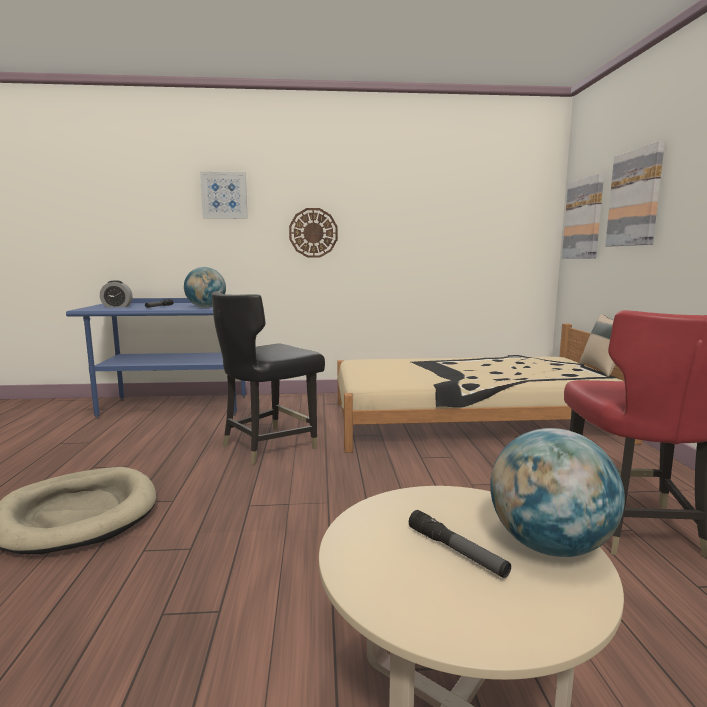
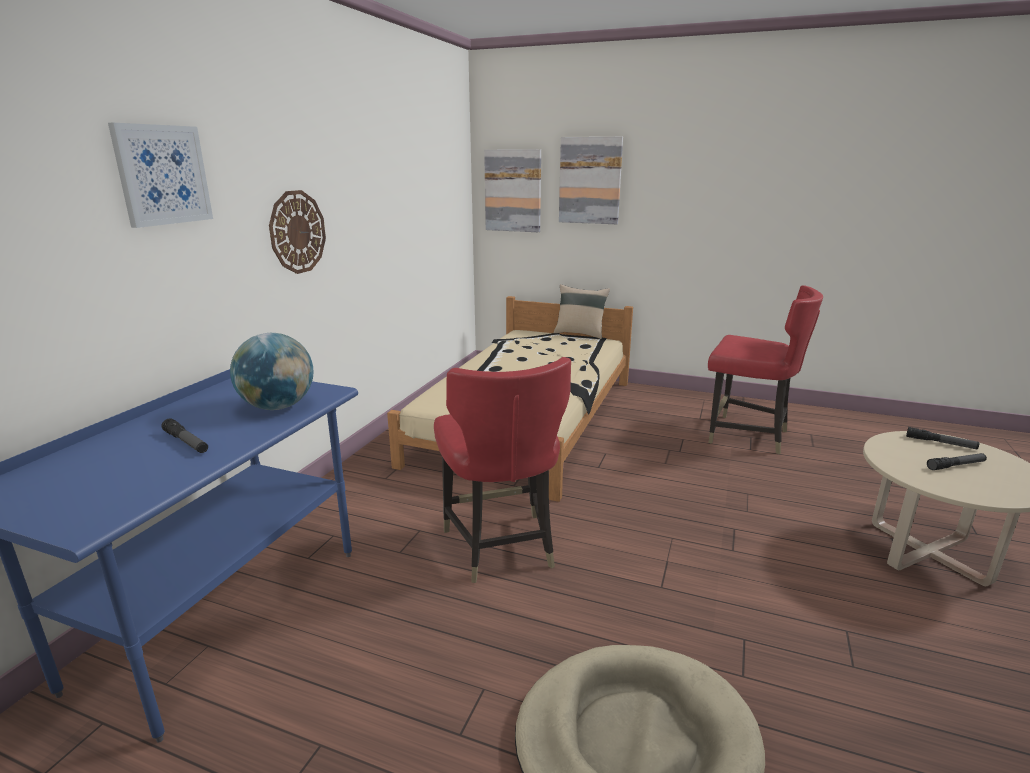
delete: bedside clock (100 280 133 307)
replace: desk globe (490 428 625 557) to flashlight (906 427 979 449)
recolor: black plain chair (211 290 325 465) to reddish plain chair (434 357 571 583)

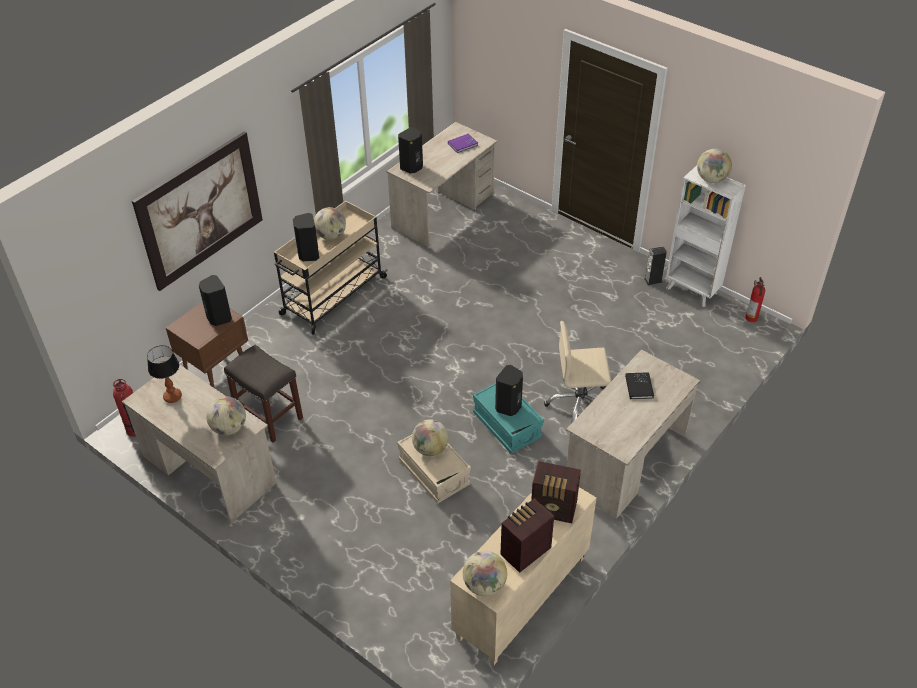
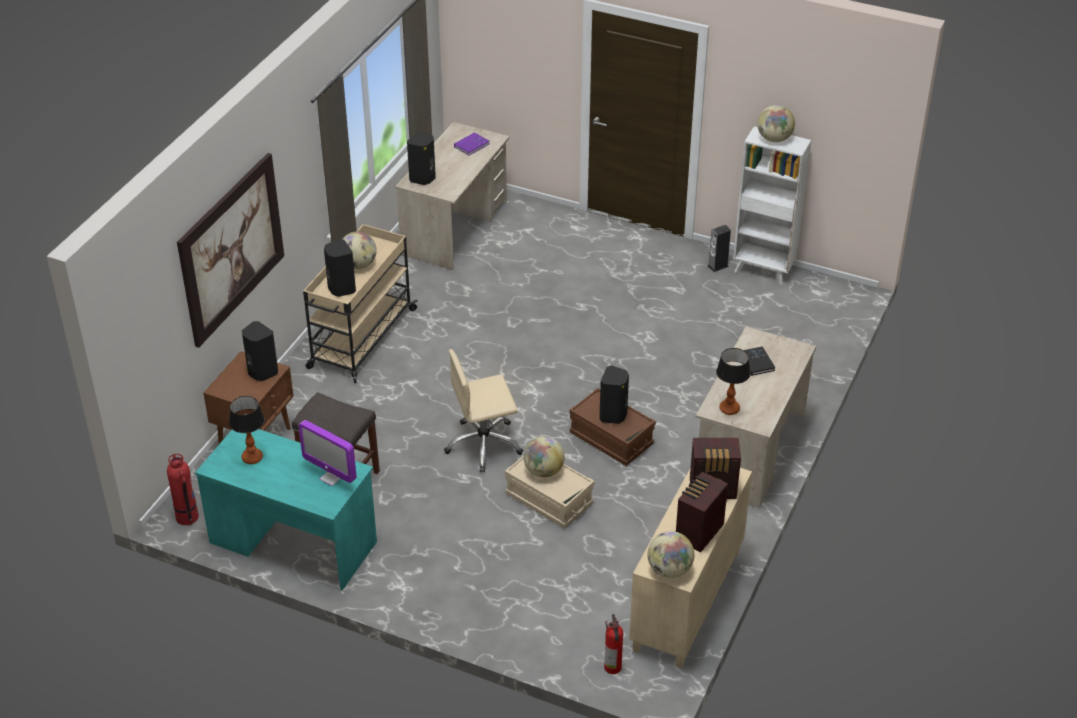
insert: lamp for a table (716 348 750 415)
move: fire extinguisher (746 277 765 322) to (604 614 623 674); beige-coloured computer chair (544 321 611 424) to (444 349 523 472)
replace: desk globe (206 397 246 435) to computer screen (298 420 357 486)
recolor: beige-coloured desk unit (122 364 276 523) to turquoise desk unit (195 429 377 590); turquoise storage container (473 383 544 454) to brown-coloured storage container (570 388 656 466)

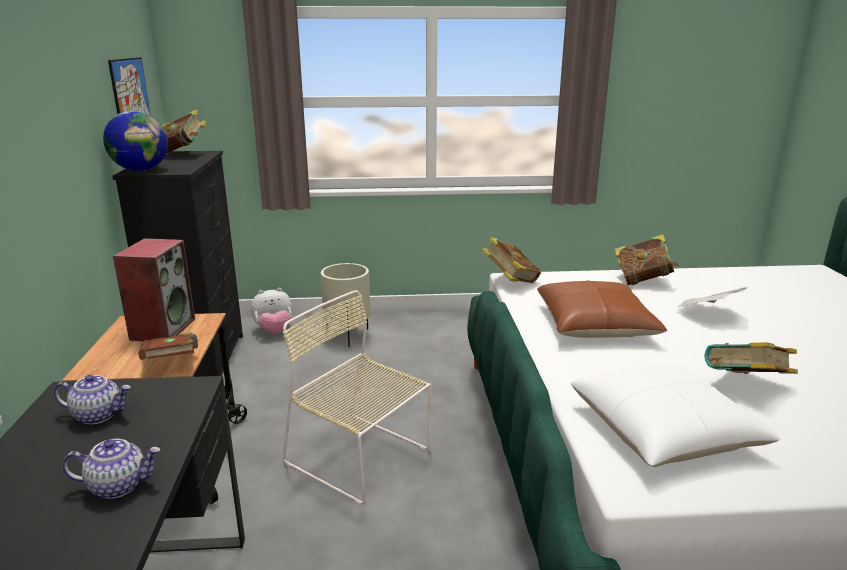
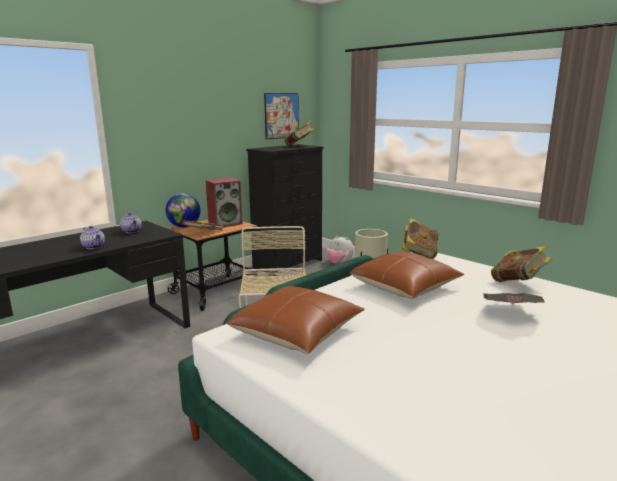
delete: volume (704 342 798 374)
move: desk globe (103 111 168 171) to (165 194 200 227)
recolor: white throw pillow (570 364 781 467) to brown-coloured throw pillow (226 286 365 354)

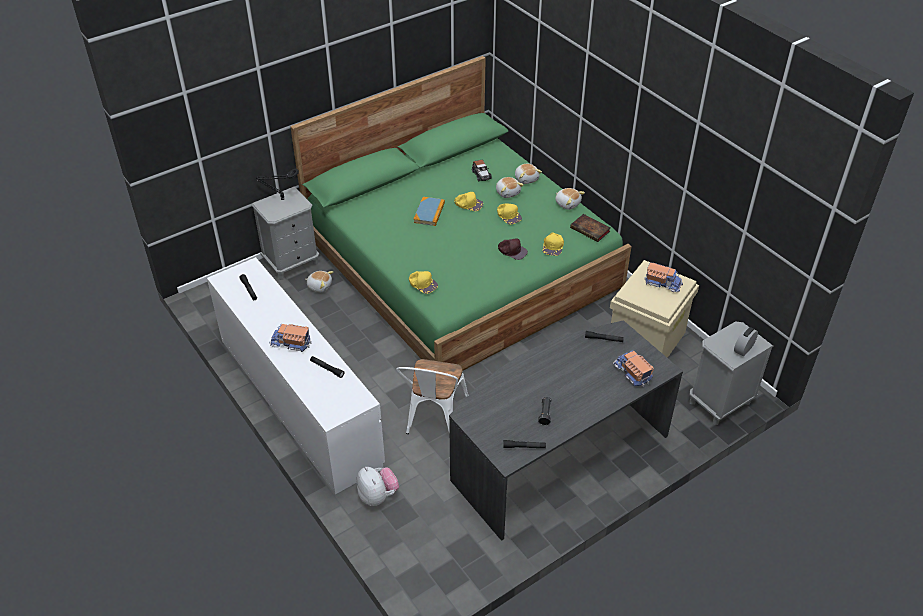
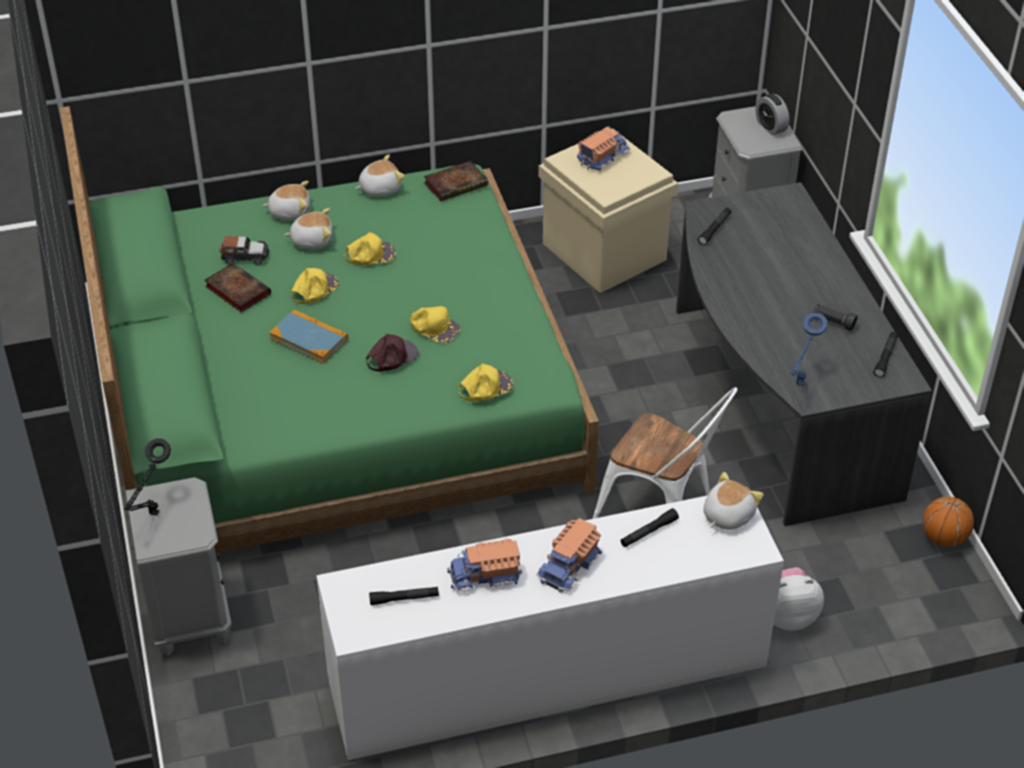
insert: volume (204 262 271 312); bluish lamp for a table (790 313 827 386); ball for basketball (923 497 974 547)
move: yellow cap (543 232 564 256) to (410 306 460 343); brown-coloured cap (498 238 528 260) to (366 334 419 372); plush toy (305 271 333 292) to (704 472 764 530); toy lorry (613 350 654 387) to (447 539 522 592)

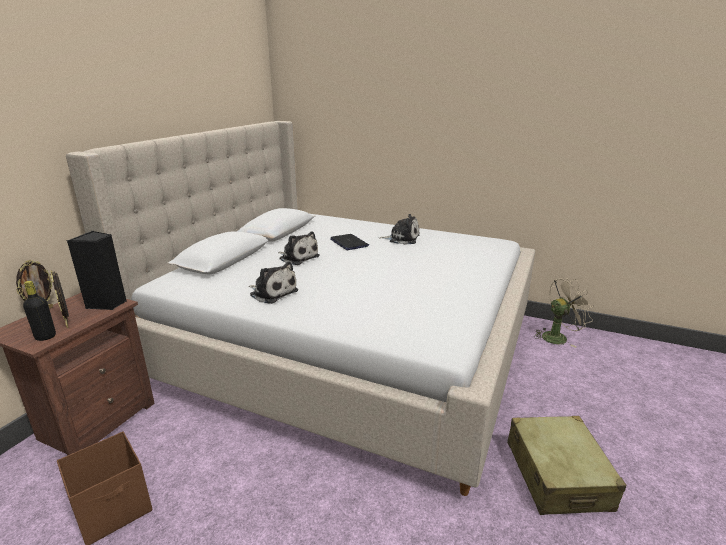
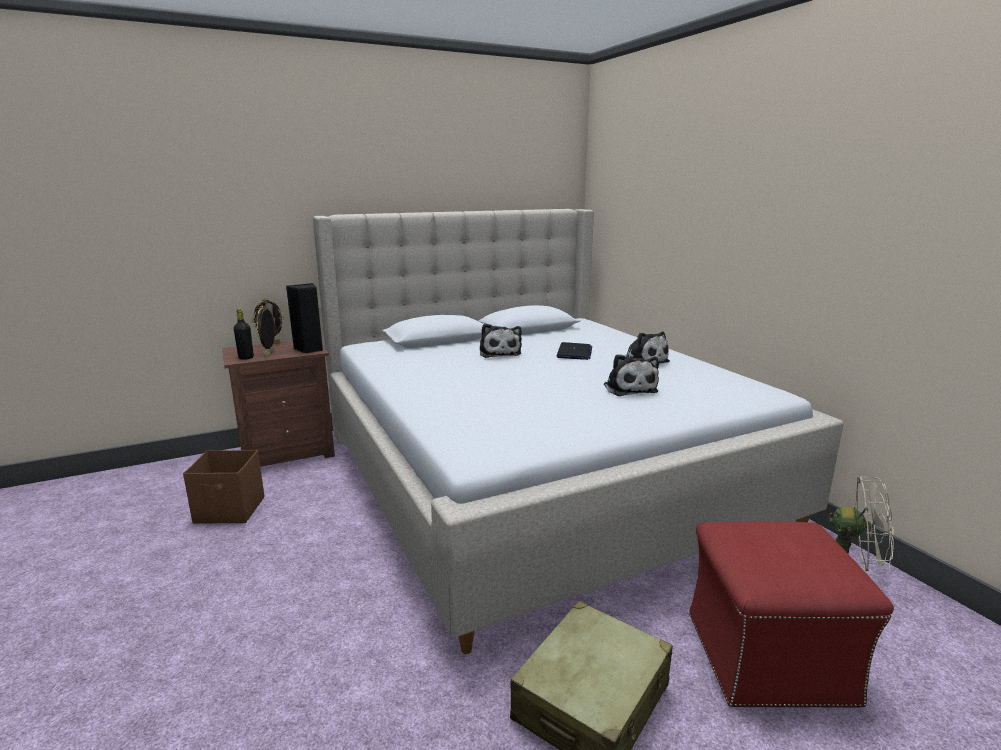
insert: reddish pouffe (689 521 894 708)
move: plush toy (249 261 298 304) to (604 355 659 396)

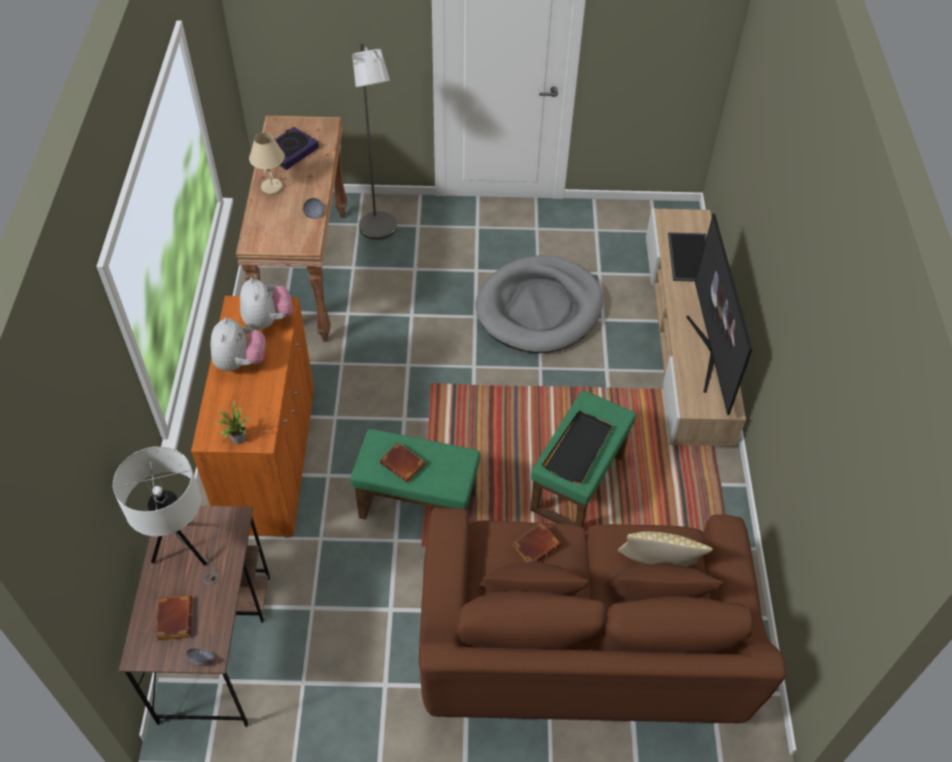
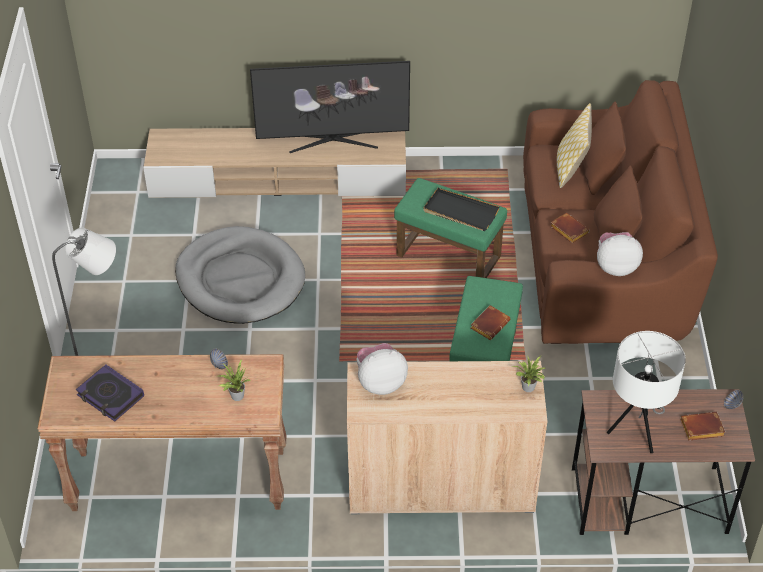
delete: beige-coloured lamp for a table (249 132 285 194); carrying tray (668 232 707 282)
insert: potted plant (218 359 251 401)
move: plush toy (211 317 266 371) to (597 232 643 276)
recolor: orange-coloured cupboard (191 296 314 538) to beige-coloured cupboard (347 361 548 514)

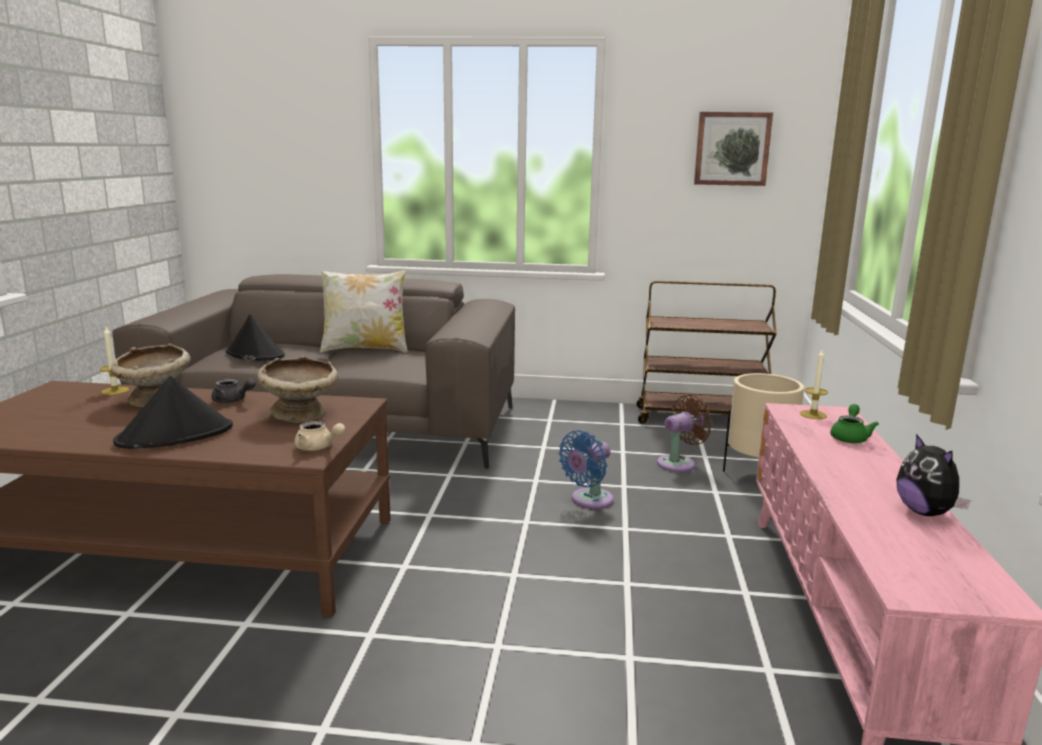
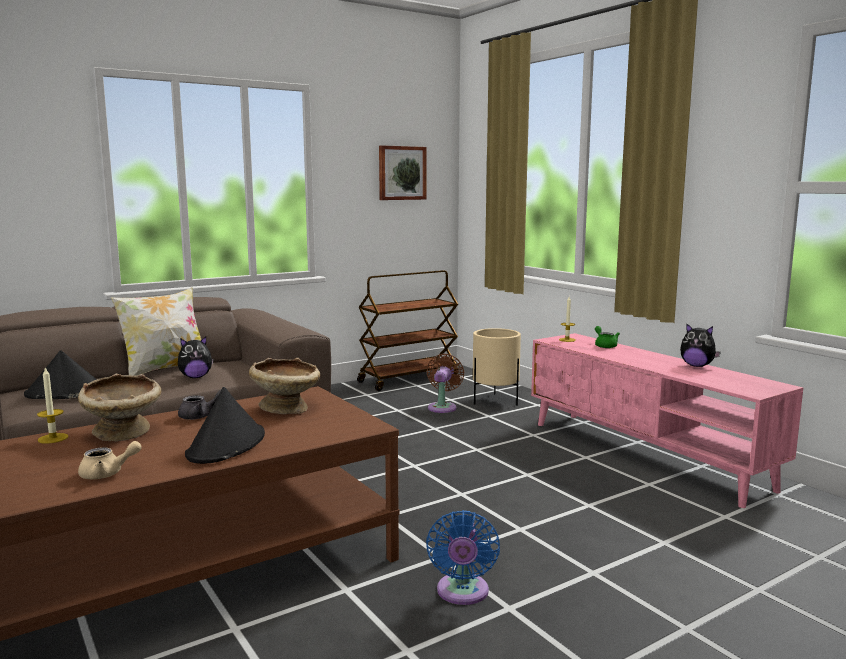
insert: plush toy (178 337 214 378)
move: beige-coloured tea pot (294 421 345 451) to (78 441 142 479); bluish fan (558 430 614 509) to (426 510 500 605)

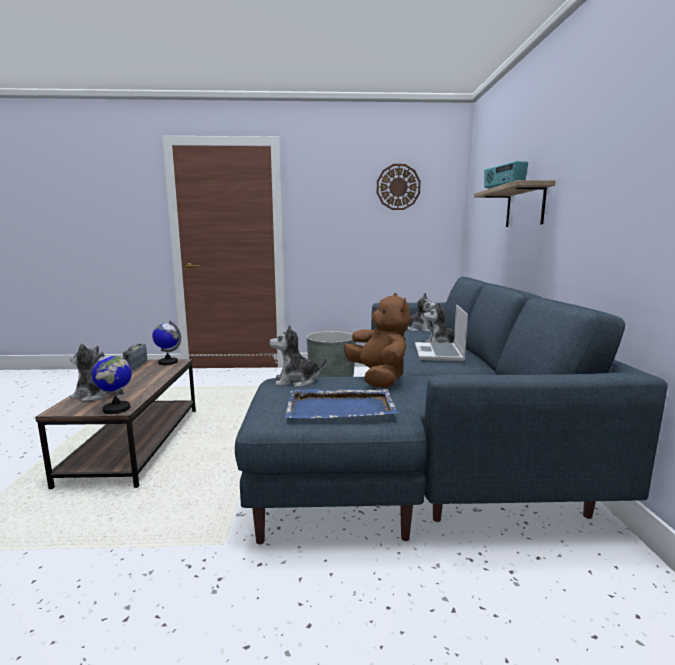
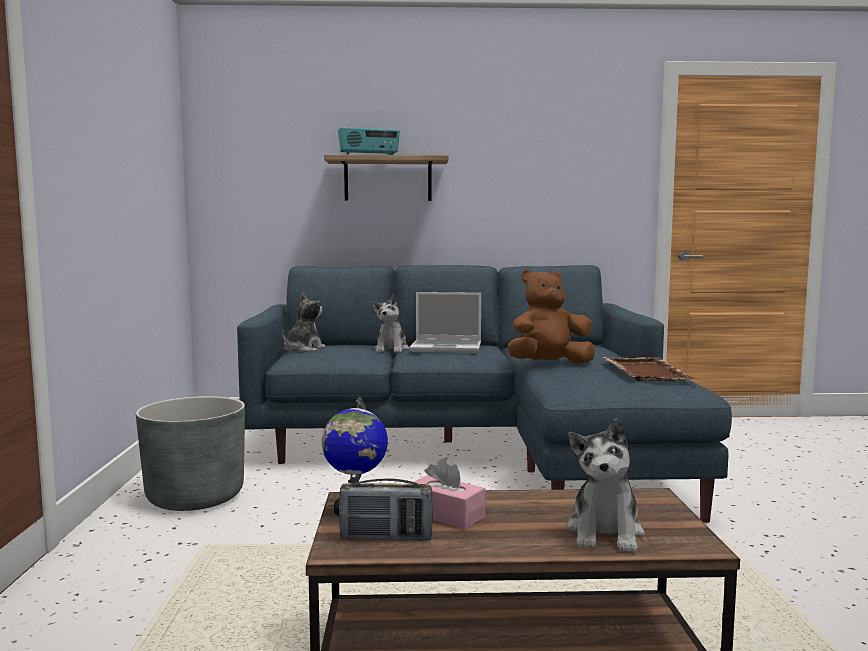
delete: hanging clock (377 164 421 210); plush toy (269 325 327 387); desk globe (91 352 132 414)
insert: pinkish tissue holder (414 458 485 529)
recolor: bluish carrying tray (285 389 398 418) to brown-coloured carrying tray (602 357 697 382)

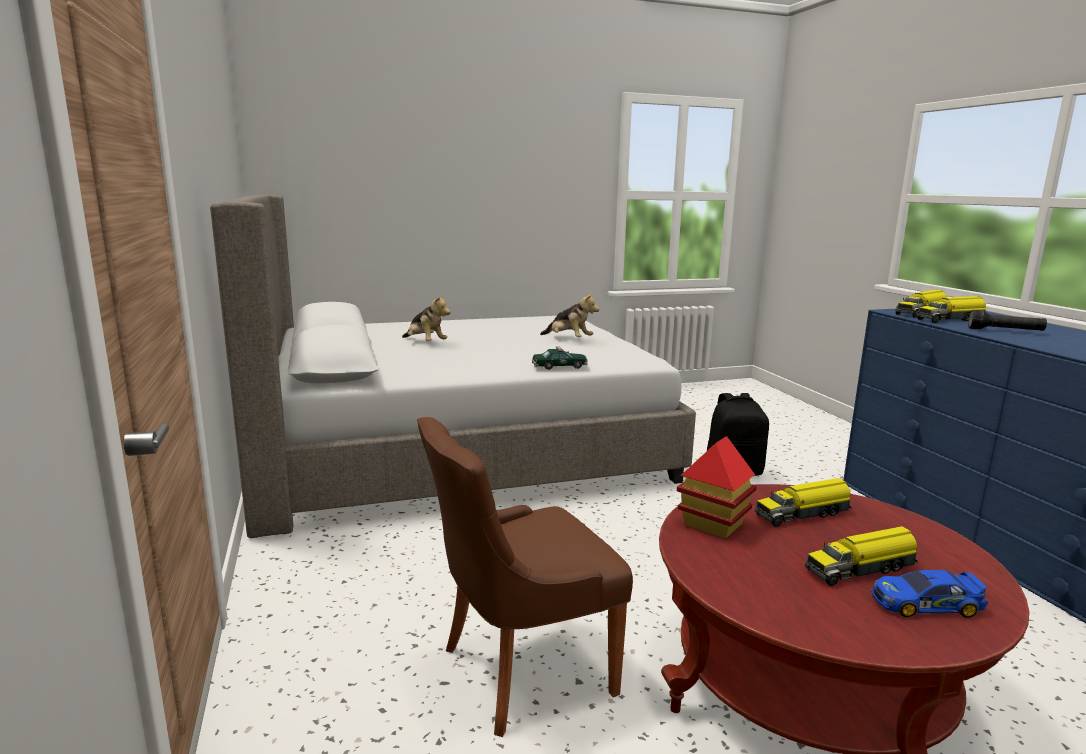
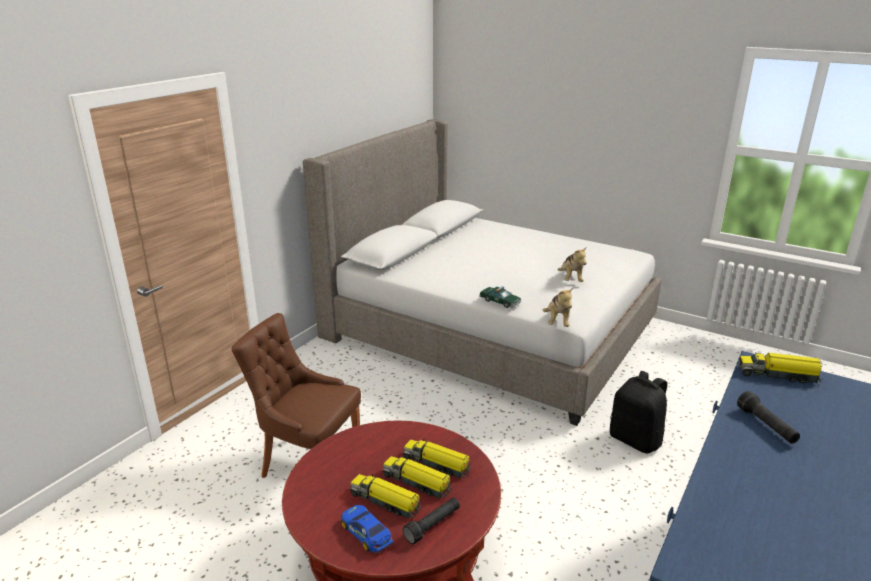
delete: miniature house (677 436 757 539)
insert: black flashlight (403 498 460 544)
move: plush toy (402 293 451 341) to (543 287 573 327); toy lorry (917 296 986 323) to (383 456 453 499)

